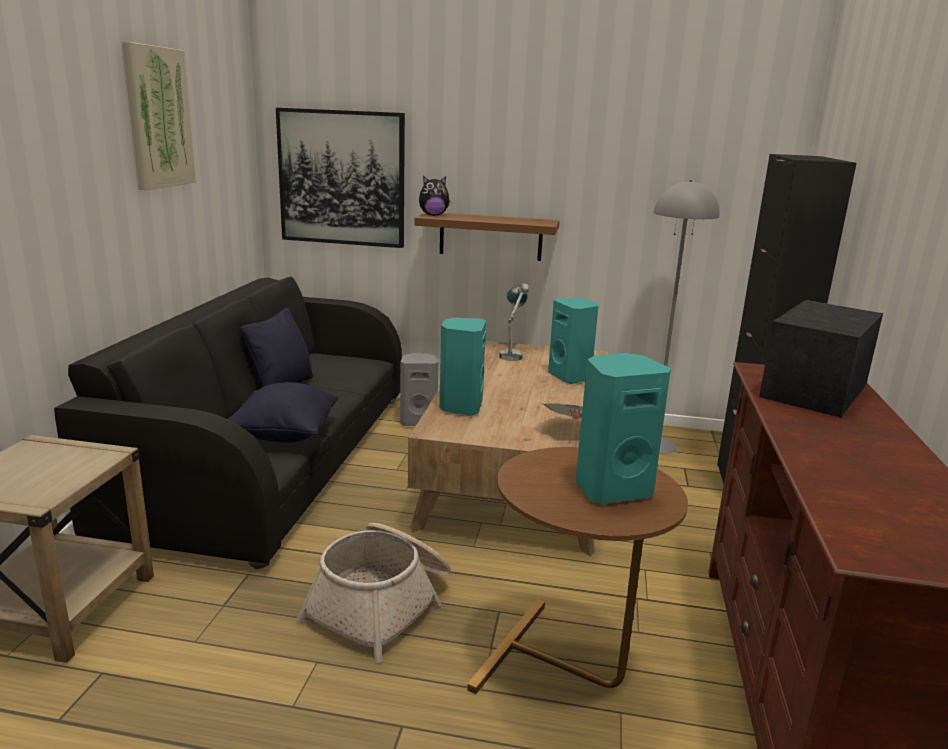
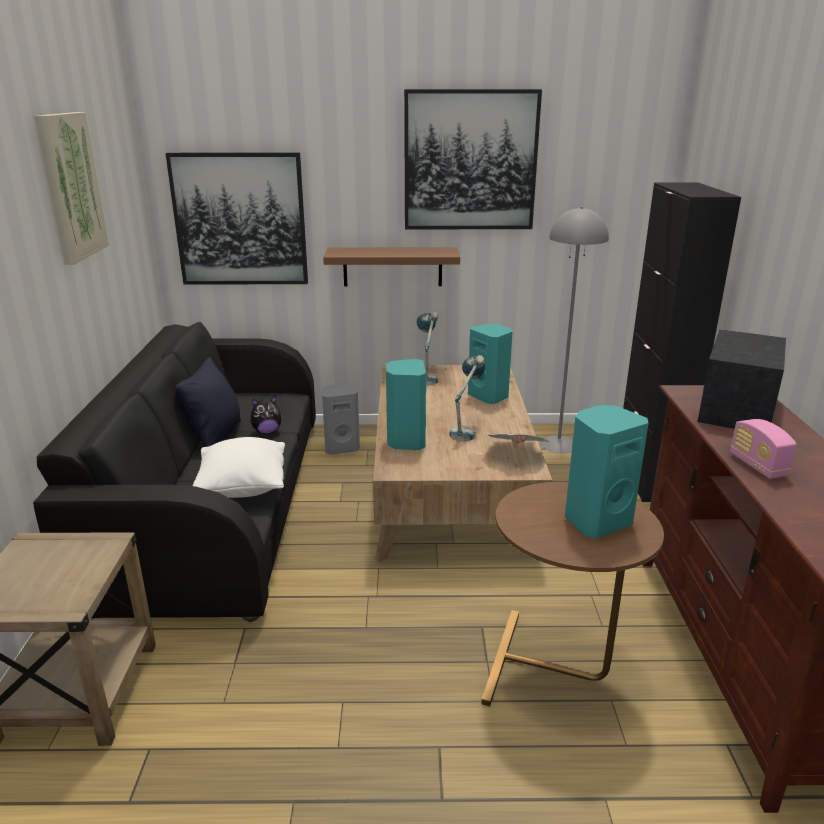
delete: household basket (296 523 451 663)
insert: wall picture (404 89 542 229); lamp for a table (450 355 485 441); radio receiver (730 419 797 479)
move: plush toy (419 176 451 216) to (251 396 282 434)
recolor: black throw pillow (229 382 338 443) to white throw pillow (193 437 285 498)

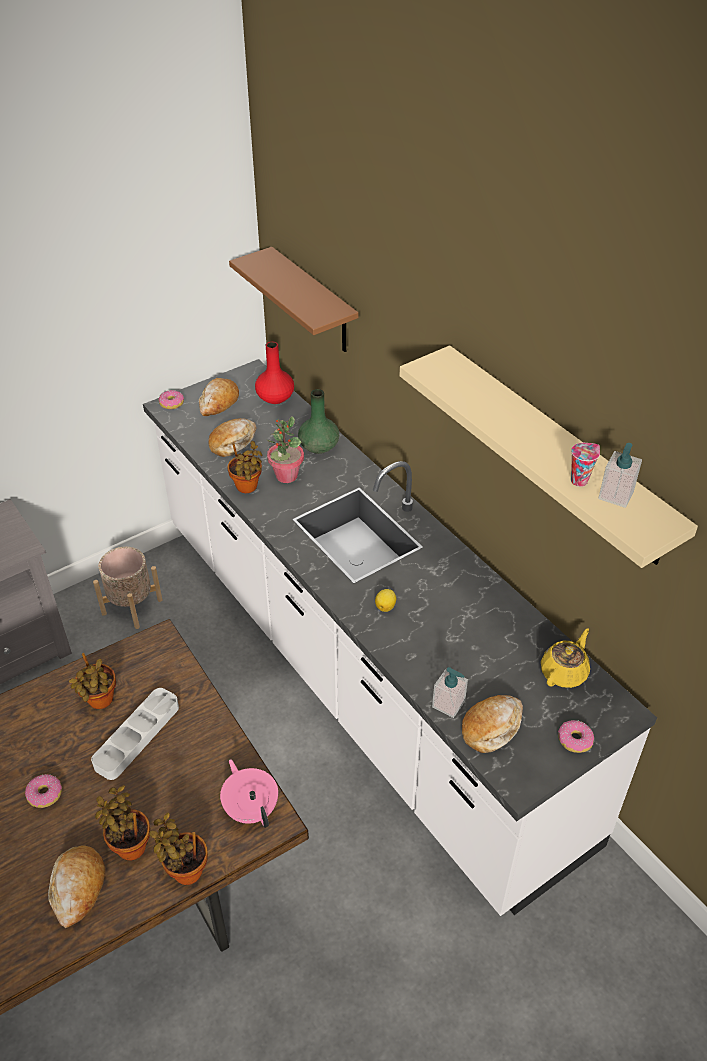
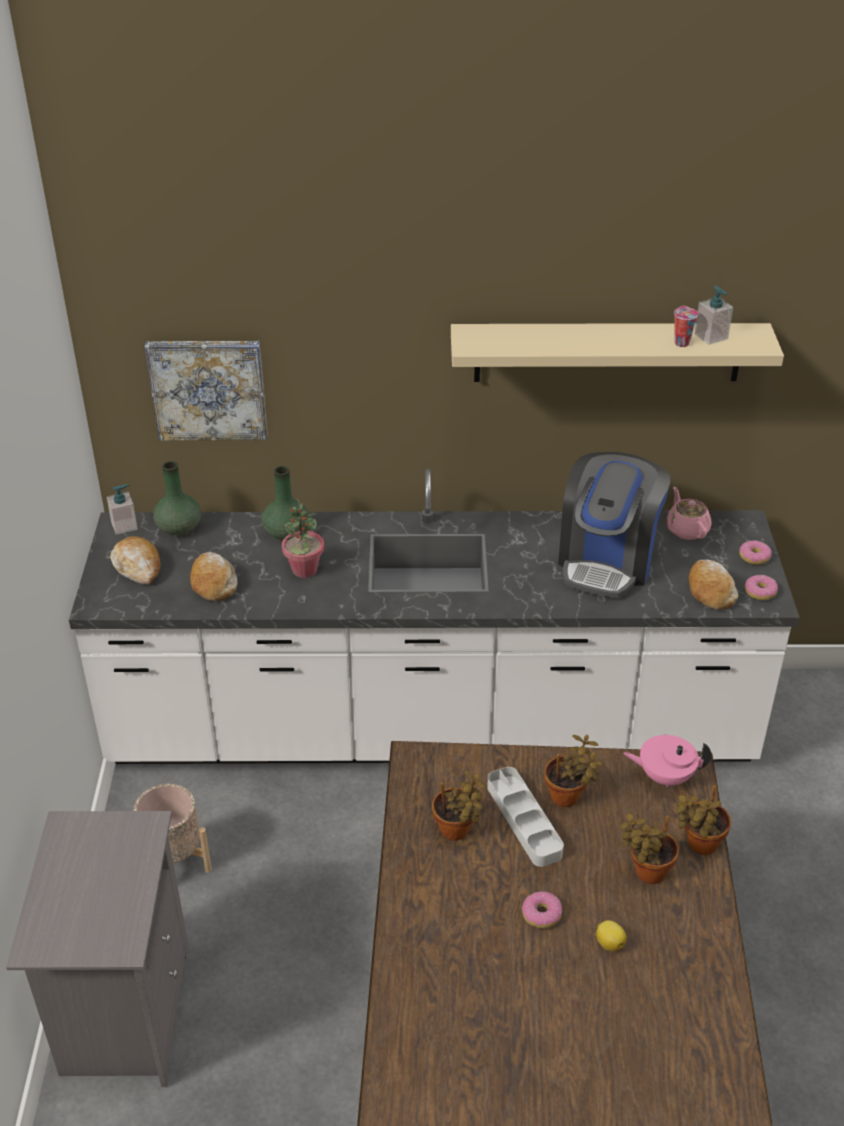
delete: baked bread (48 845 105 928)
insert: coffee brewer (558 452 670 598)
move: ring doughnut (158 390 184 409) to (745 575 778 600); potted plant (227 441 262 493) to (544 735 604 807); lemon (375 589 396 612) to (596 920 627 951); soap dispenser (432 667 468 718) to (107 484 138 535)
replace: brown-coloured bracket shelf (229 247 358 352) to wall picture (145 341 268 440)
recolor: reddish decorative vase (255 342 294 404) to greenish decorative vase (153 461 201 536); yellow tea pot (541 629 590 688) to pinkish tea pot (666 487 711 540)

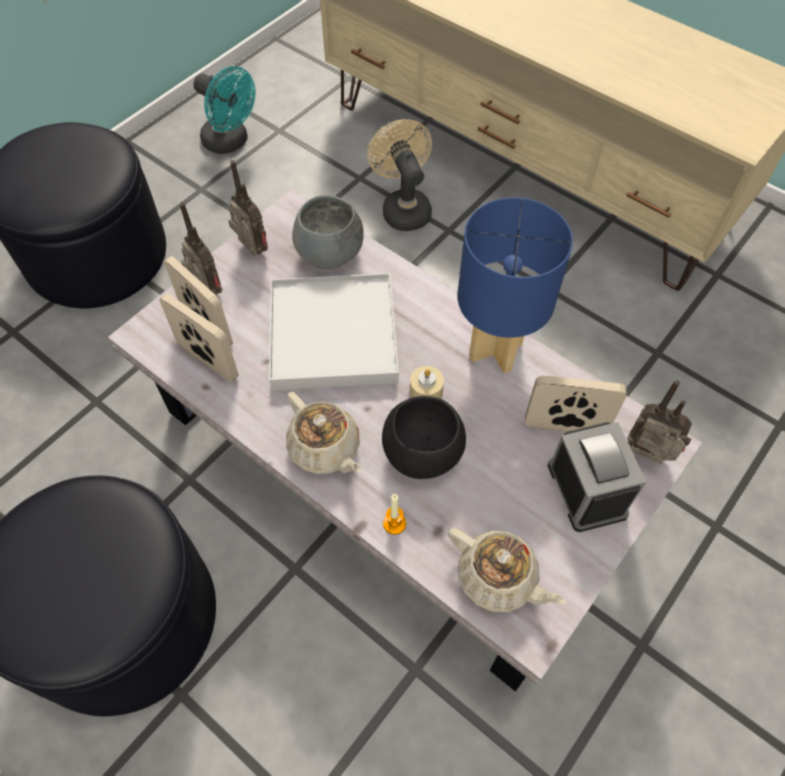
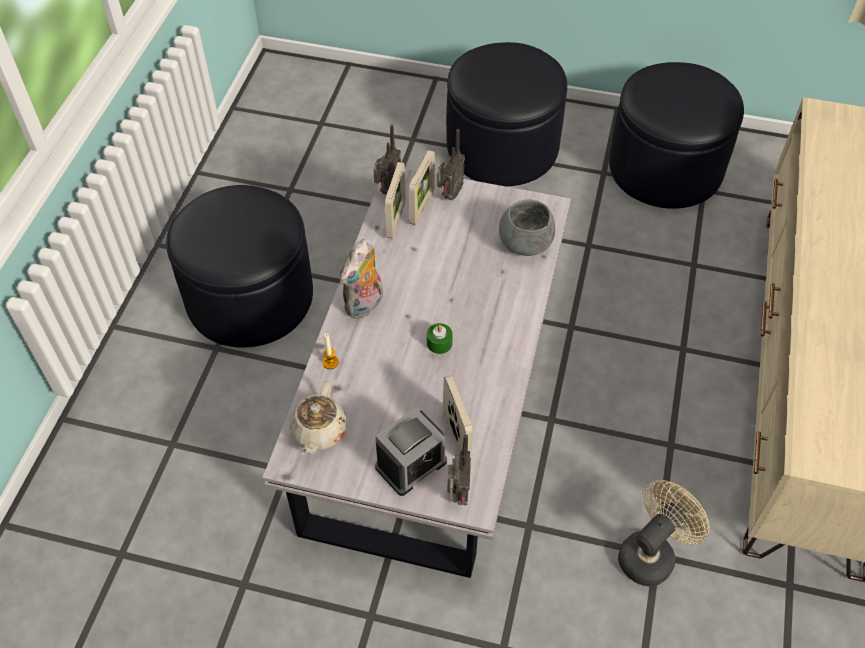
delete: bluish lamp for a table (457 197 573 373); white carrying tray (269 273 399 390); black serving bowl (382 396 466 479)
move: beige-coloured fan (367 119 432 231) to (618 480 709 586); radio receiver (228 160 268 256) to (373 125 401 195)
replace: turquoise fan (194 66 256 154) to black pouffe (609 62 744 209); beige-coloured tea pot (286 392 361 474) to plush toy (340 239 387 319)
recolor: beige-coloured wax light (410 366 444 399) to greenish wax light (427 323 453 354)

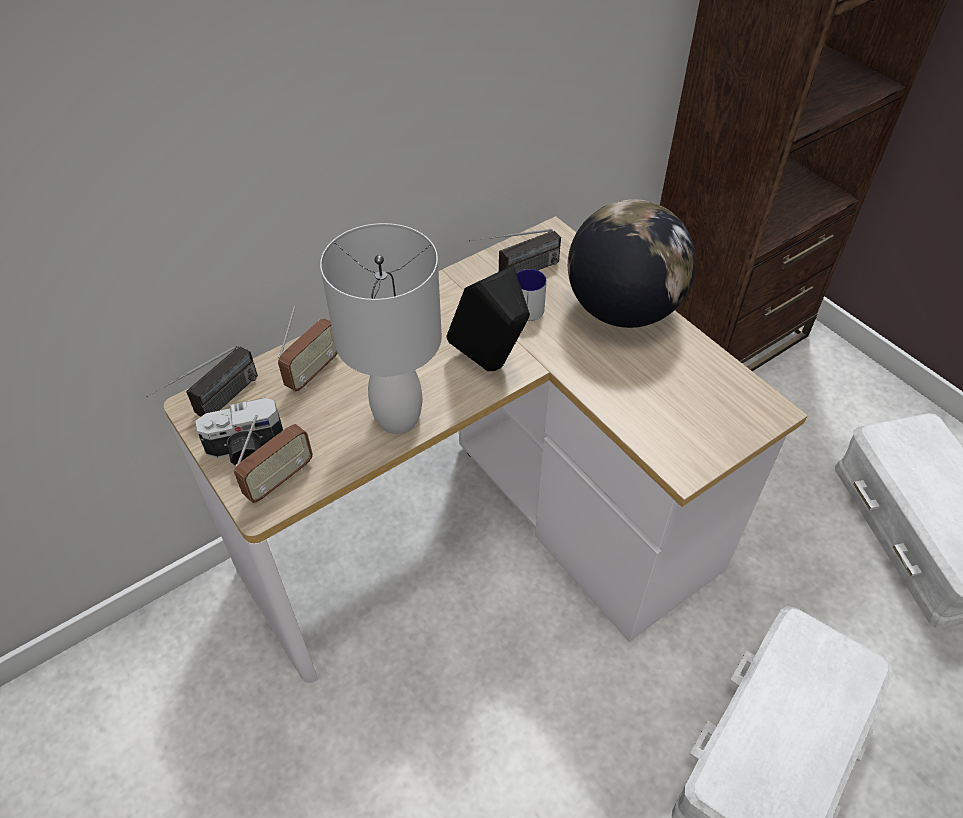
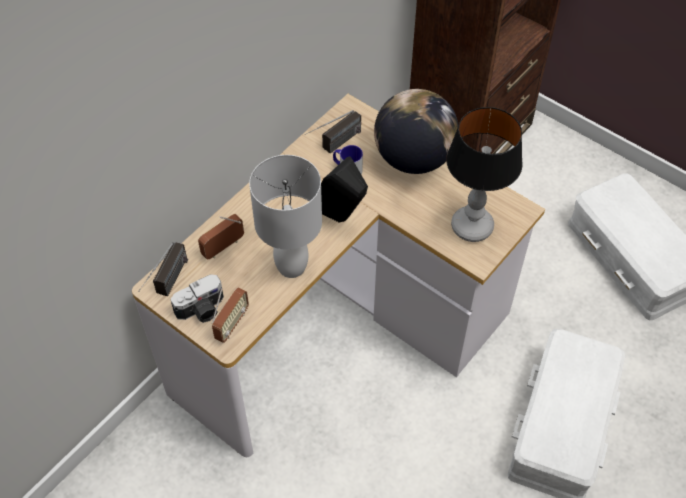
insert: lamp for a table (446 107 523 242)
rotate: radio receiver (278 306 338 391) = (198 214 244 260) 150 degrees counterclockwise

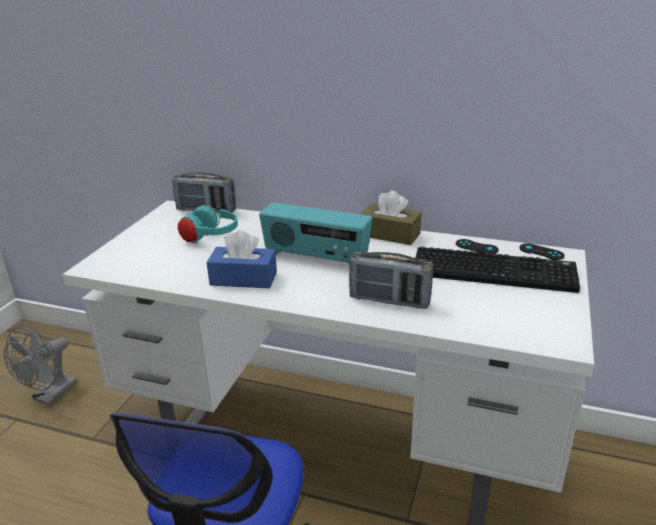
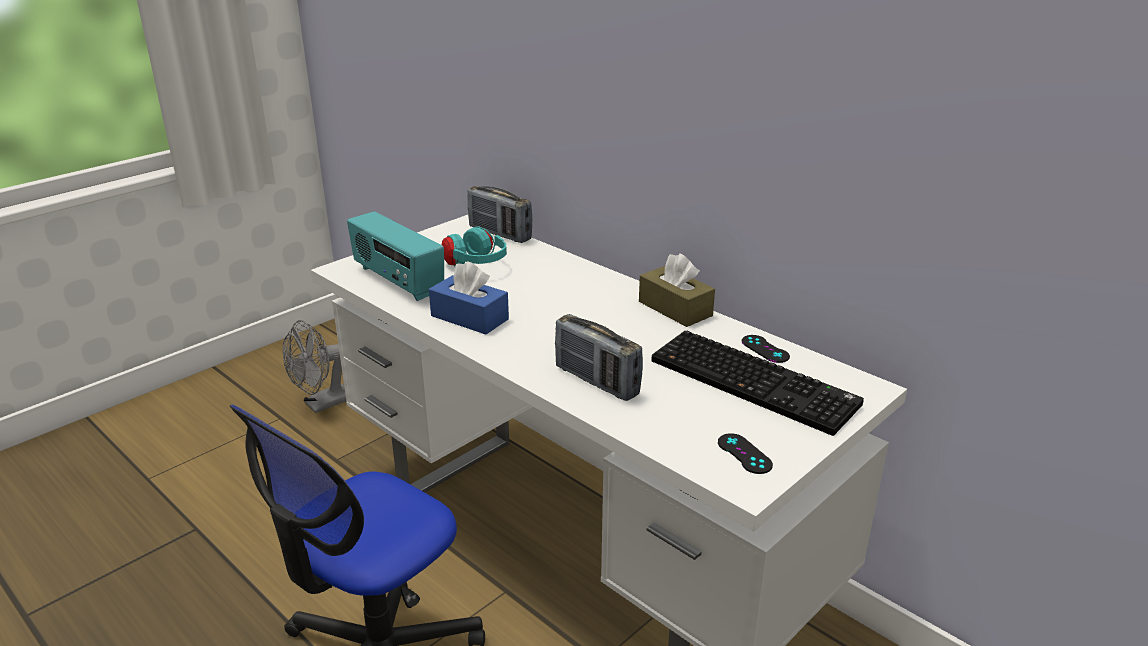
move: radio receiver (259 202 372 265) to (347 212 444 301); black joypad (519 243 565 260) to (718 433 773 474)

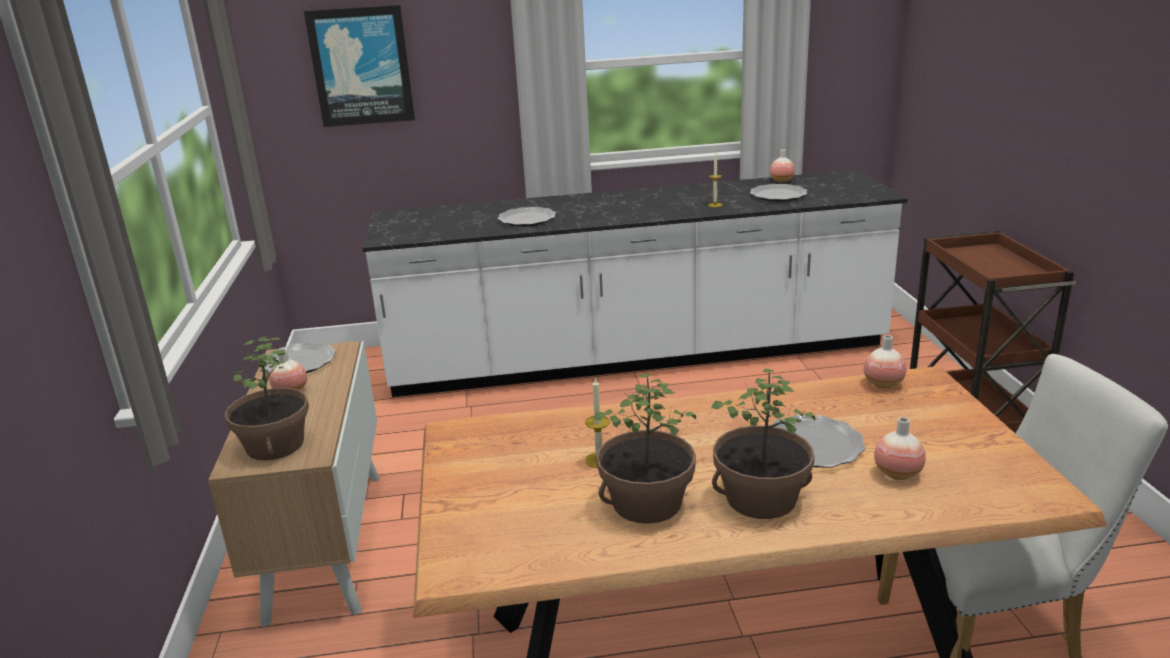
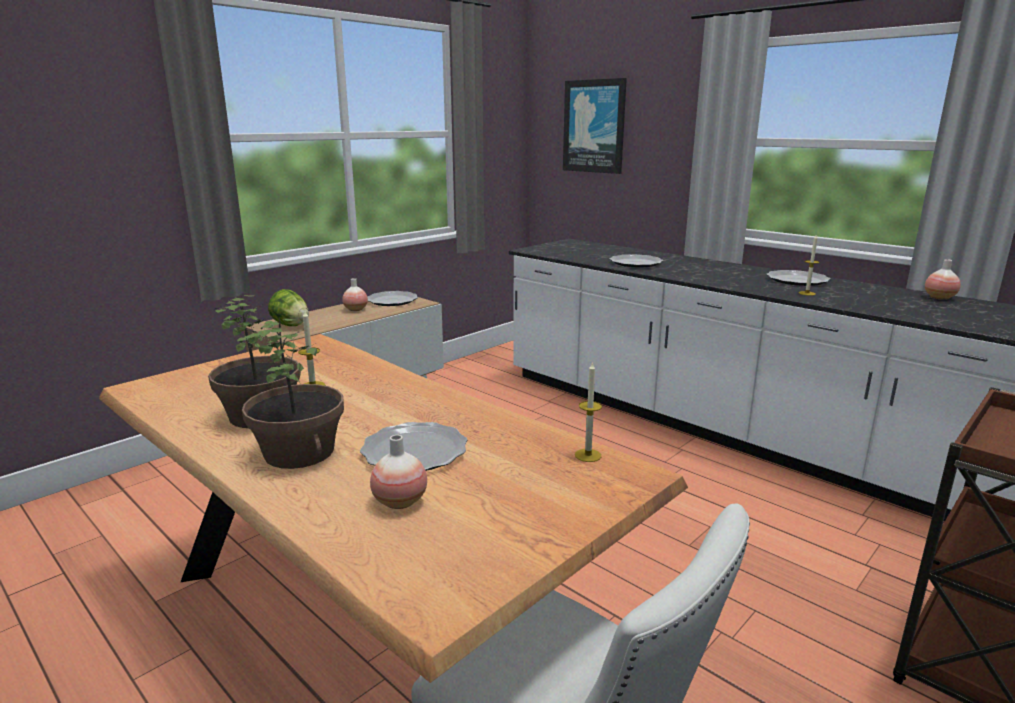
move: flat dish (750 184 807 202) to (766 270 831 286)
replace: decorative vase (864 335 907 388) to wax light (575 361 602 462); potted plant (225 337 309 461) to lettuce head (268 289 309 326)

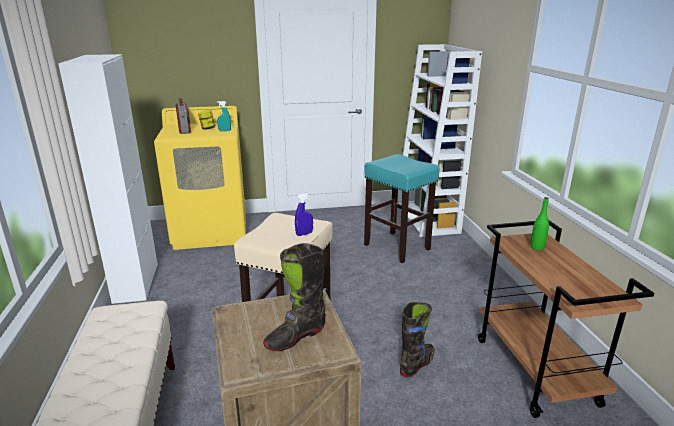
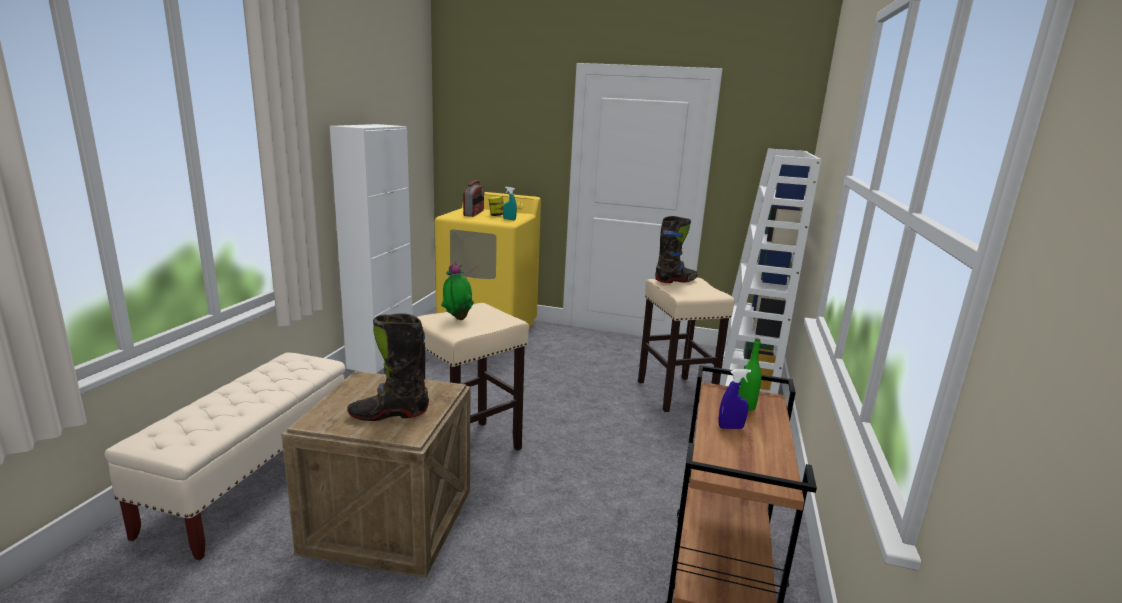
insert: potted plant (441 263 474 320)
move: bluish sprayer (295 192 313 236) to (718 369 751 429); black boot (400 302 435 377) to (655 216 698 283)
recolor: turquoise sitting stool (364 154 440 263) to beige-coloured sitting stool (638 278 735 412)

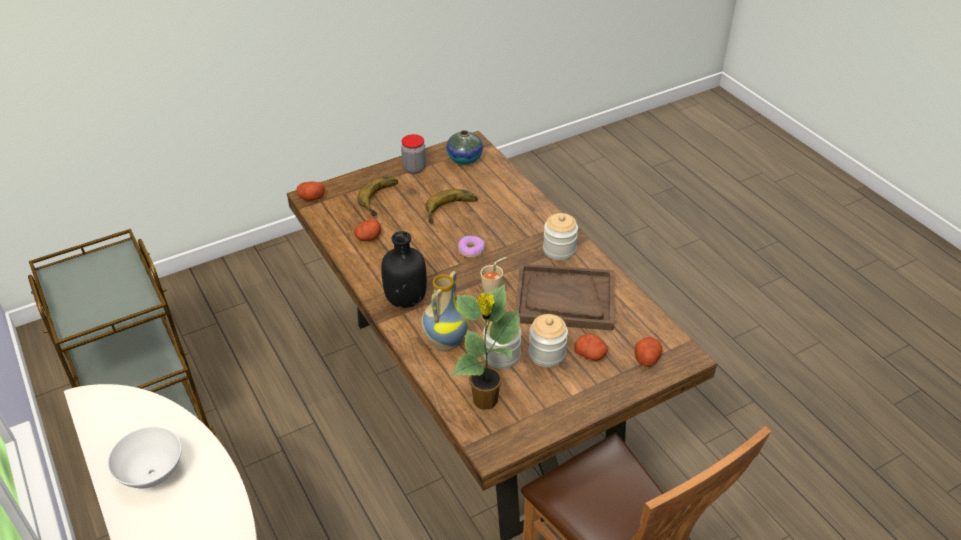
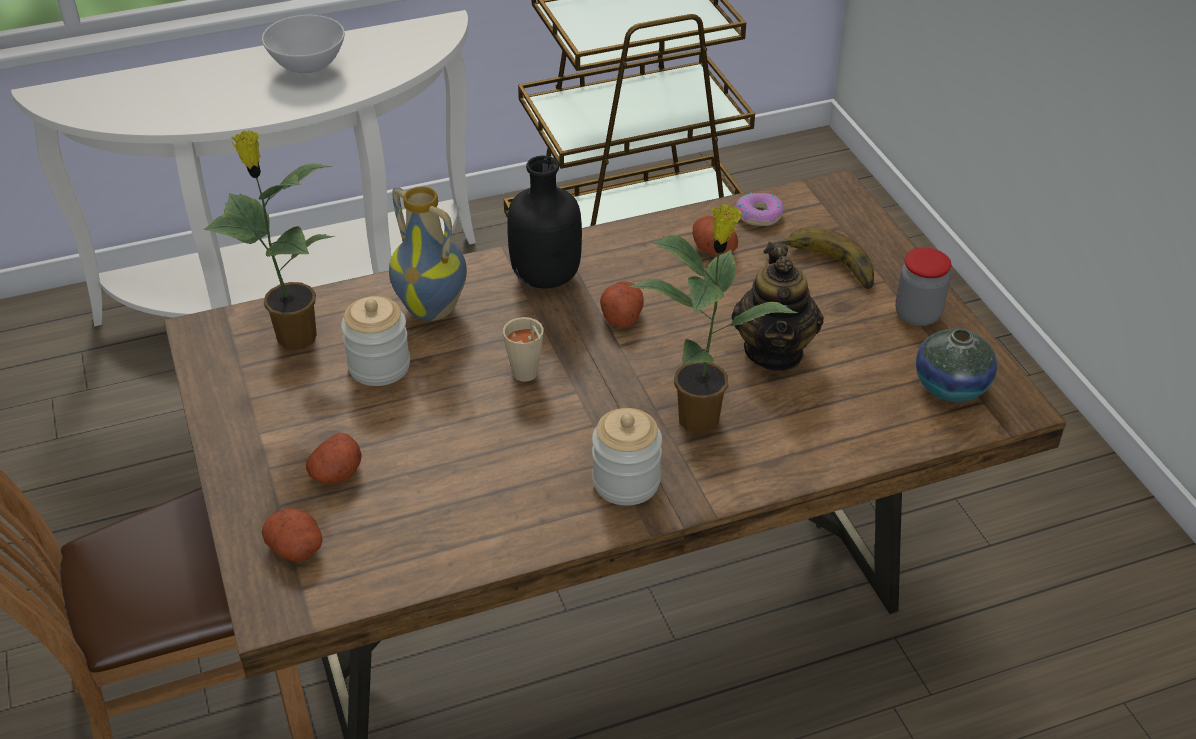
delete: brown-coloured carrying tray (515 264 614 331); preserve jar (529 314 568 367)
insert: potted plant (628 203 798 433)
move: spud (296 182 325 201) to (600 281 644 328); ring doughnut (458 236 485 258) to (736 192 783 226)
replace: whole banana (425 189 478 224) to tea pot (732 243 824 371)

